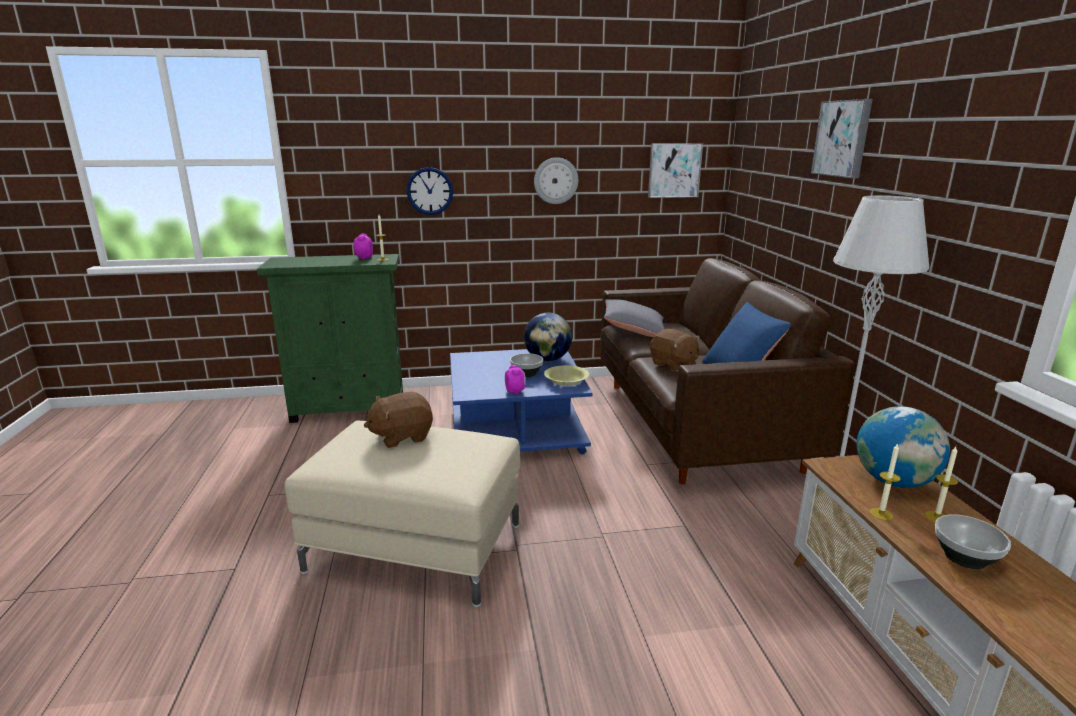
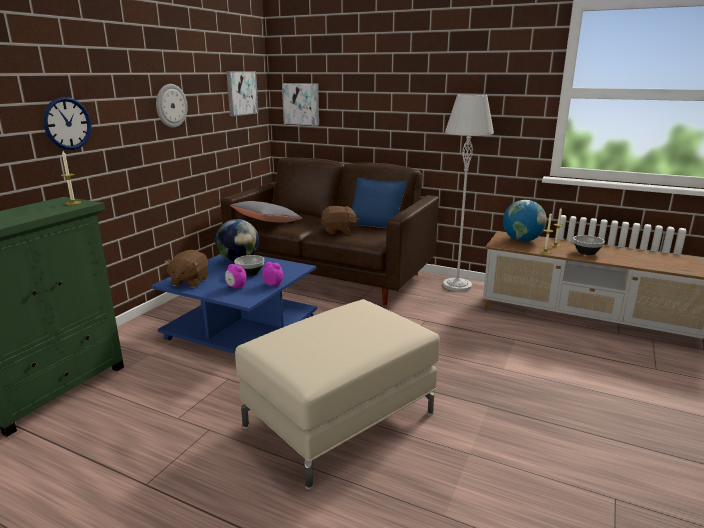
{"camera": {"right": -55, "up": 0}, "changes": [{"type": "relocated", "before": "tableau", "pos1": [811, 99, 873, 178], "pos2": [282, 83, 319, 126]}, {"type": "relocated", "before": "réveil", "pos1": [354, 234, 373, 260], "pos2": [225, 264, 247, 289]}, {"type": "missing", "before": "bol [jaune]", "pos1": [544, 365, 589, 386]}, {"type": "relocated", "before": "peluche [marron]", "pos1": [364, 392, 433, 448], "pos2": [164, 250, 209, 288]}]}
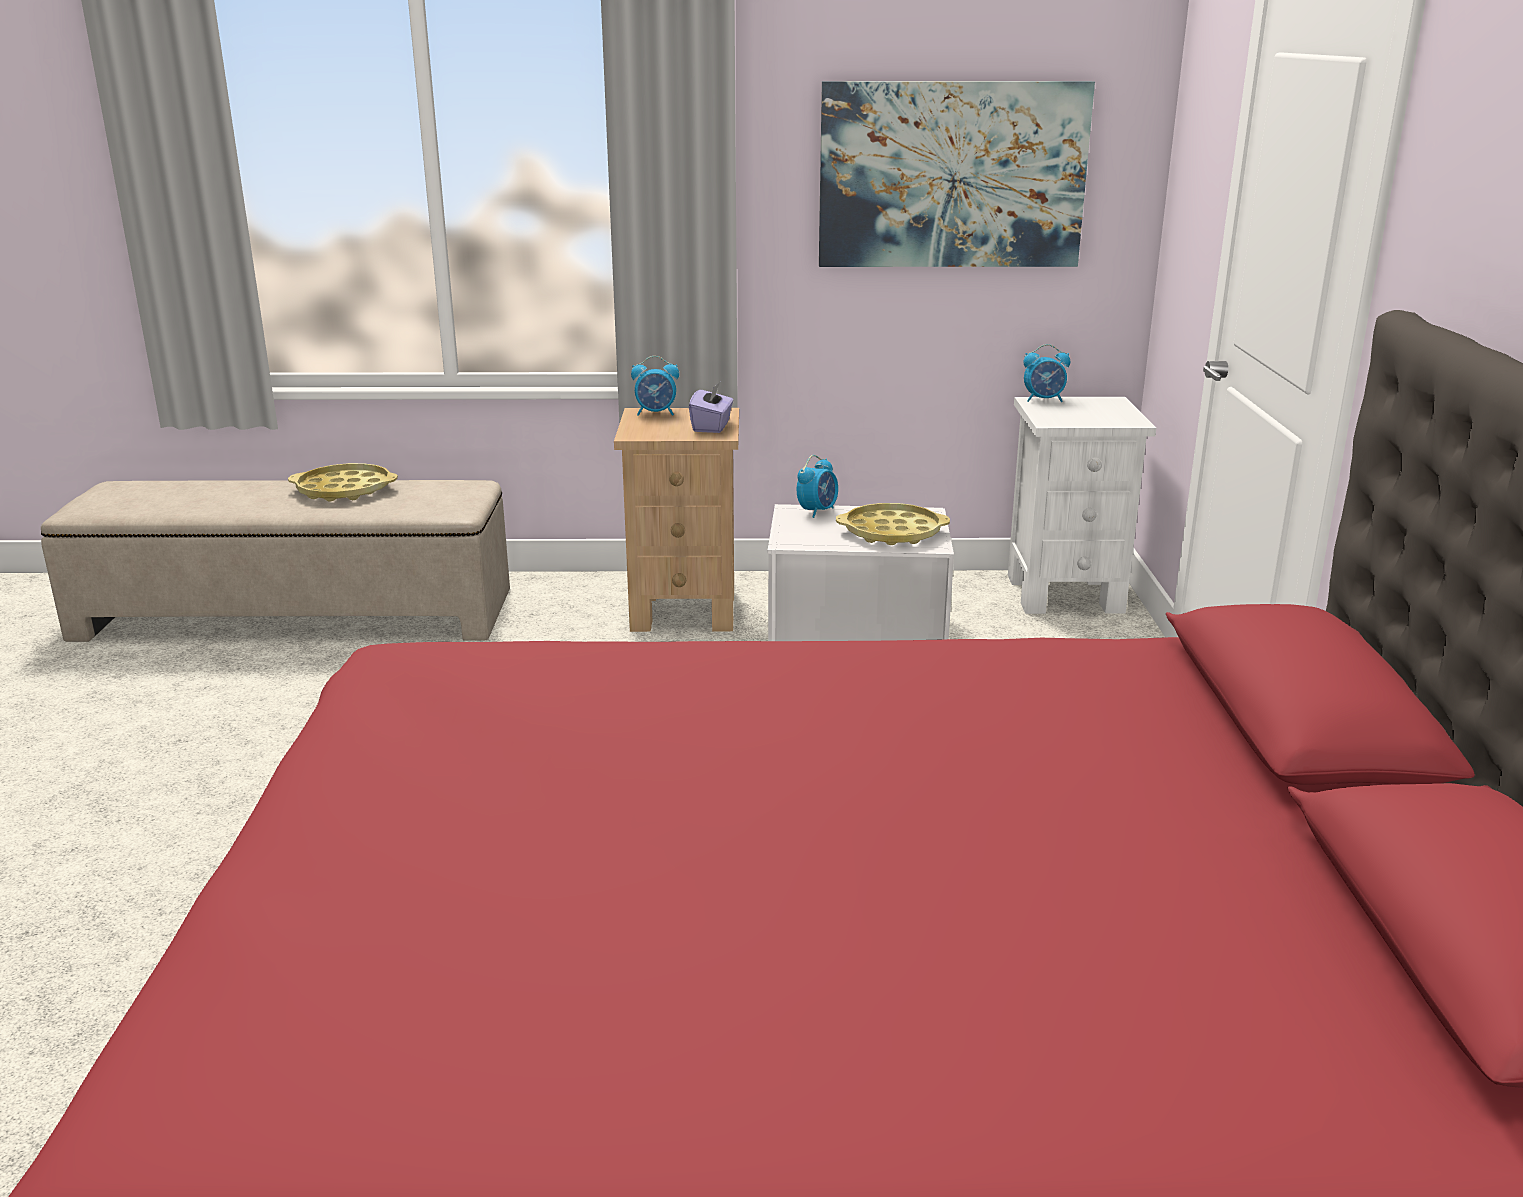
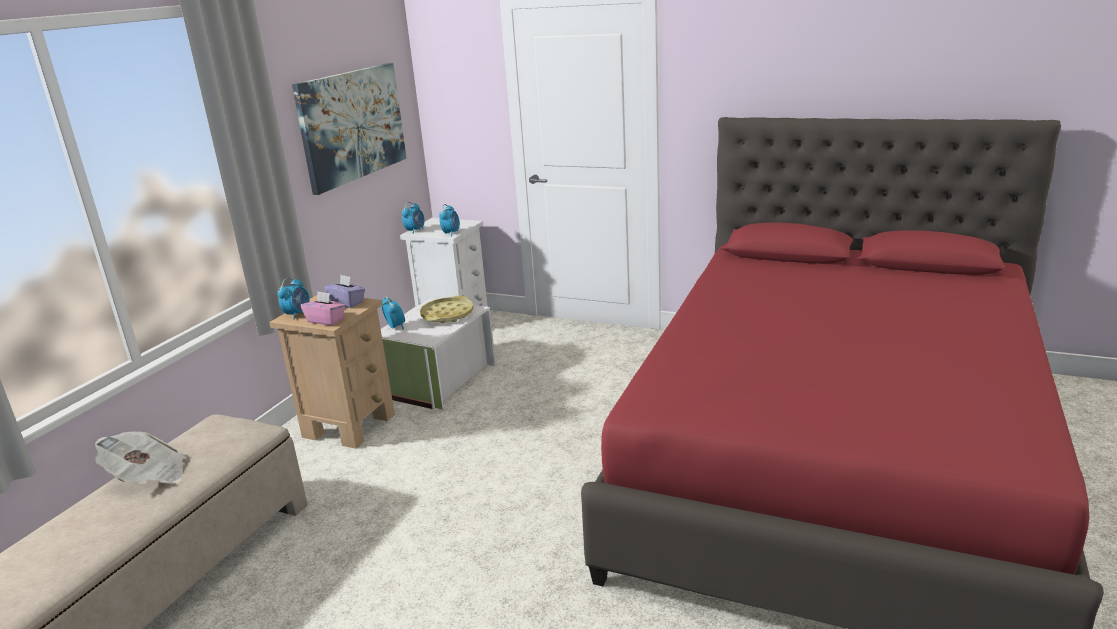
{"camera": {"right": -65, "up": 0}, "changes": [{"type": "exchanged", "before": "plateau [jaune]", "after": "journal", "pos1": [288, 463, 398, 501], "pos2": [95, 432, 185, 484]}, {"type": "appeared", "after": "réveil", "pos2": [439, 204, 460, 237]}, {"type": "appeared", "after": "boîte à mouchoirs [rose]", "pos2": [301, 291, 345, 326]}]}
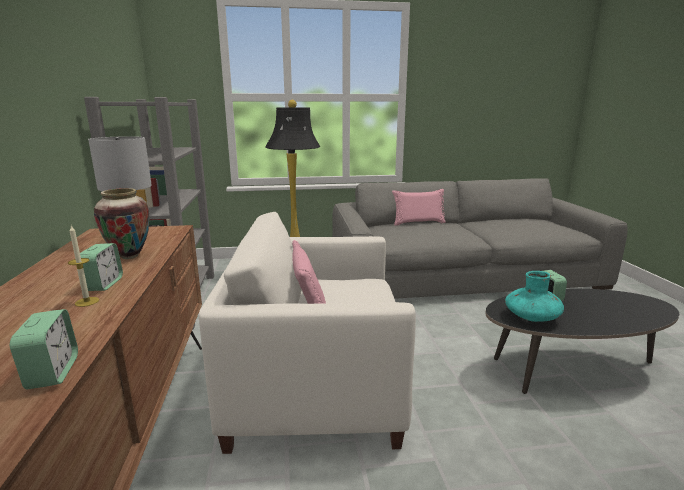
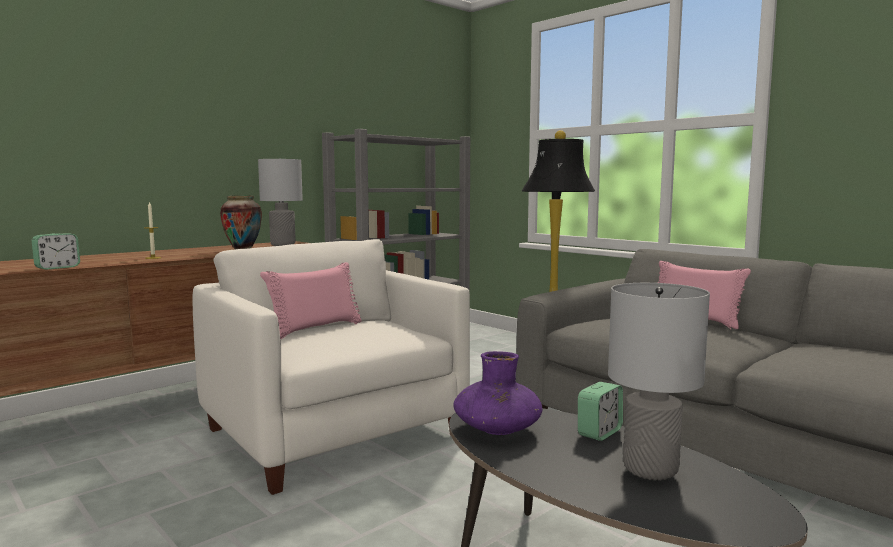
{"camera": {"right": 55, "up": -10}, "changes": [{"type": "missing", "before": "réveil", "pos1": [80, 243, 123, 291]}, {"type": "colour", "before": "vase [turquoise]", "after": "vase [violet]", "pos1": [505, 271, 564, 322], "pos2": [453, 351, 543, 435]}, {"type": "appeared", "after": "lampe de table [gris]", "pos2": [608, 283, 710, 481]}]}
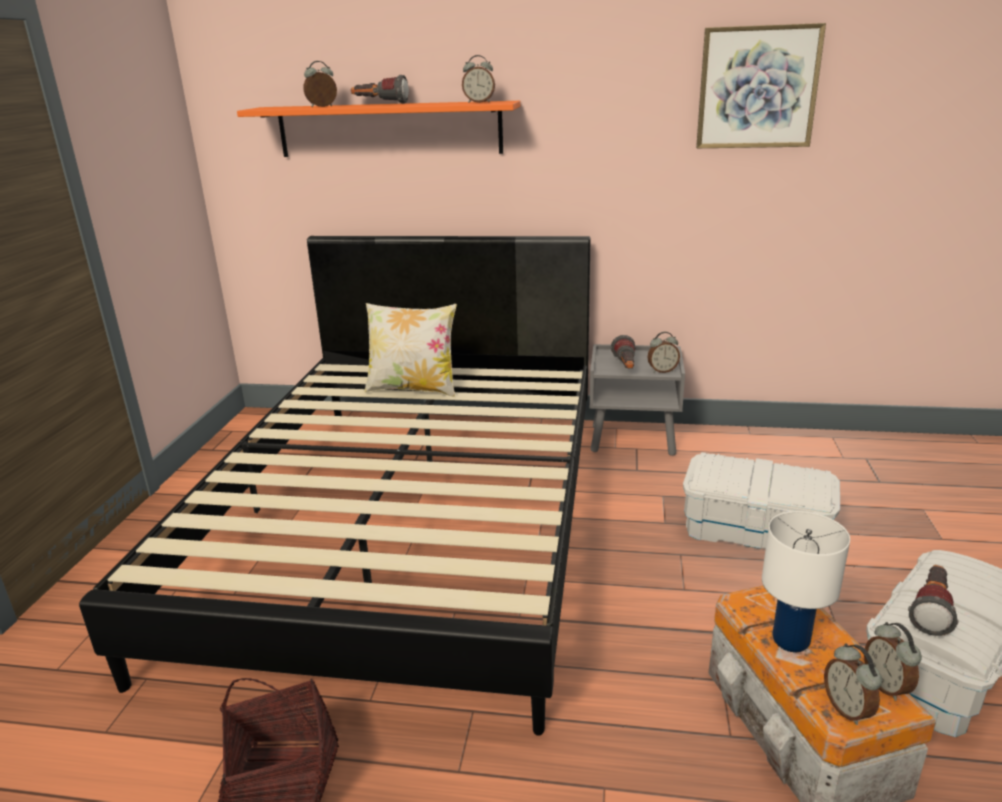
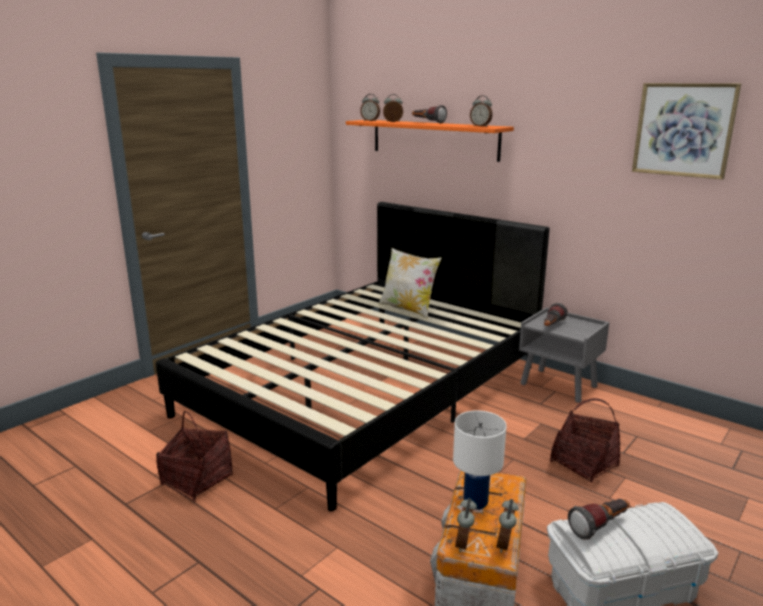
{"camera": {"right": 30, "up": -5}, "changes": [{"type": "relocated", "before": "réveil", "pos1": [647, 332, 680, 373], "pos2": [360, 94, 380, 121]}, {"type": "exchanged", "before": "boîte de rangement [blanc]", "after": "panier", "pos1": [683, 452, 840, 549], "pos2": [550, 398, 620, 483]}]}
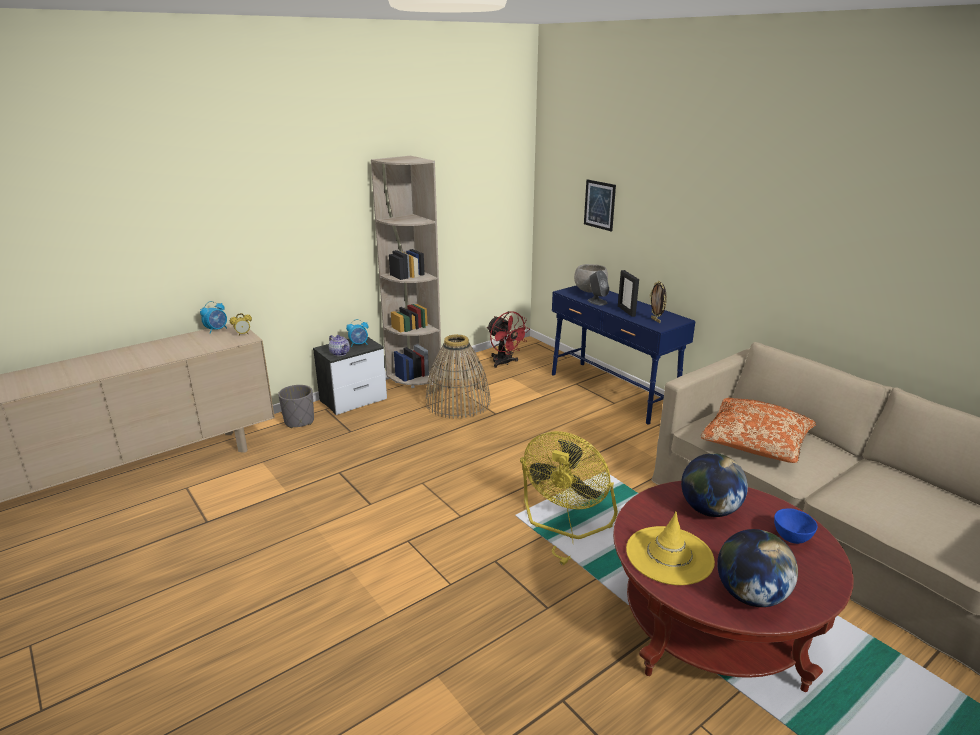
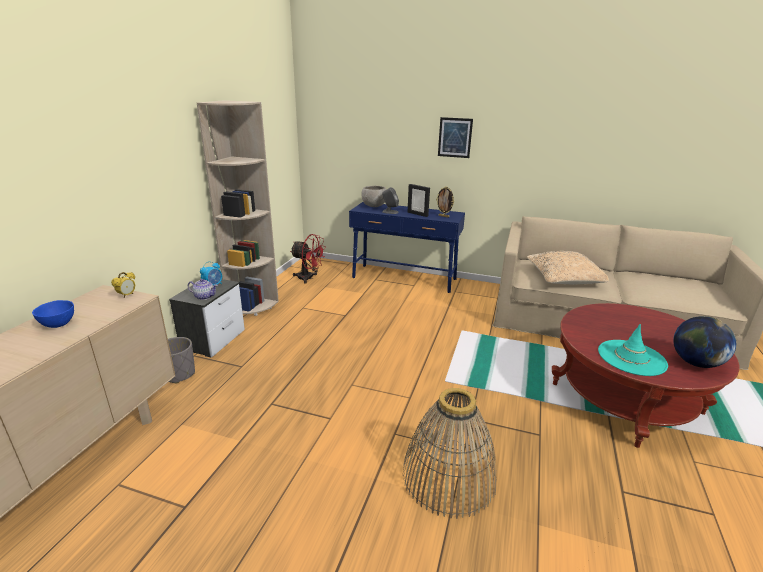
{"camera": {"right": -35, "up": 0}, "changes": [{"type": "relocated", "before": "tableau", "pos1": [584, 179, 616, 232], "pos2": [438, 117, 473, 158]}, {"type": "missing", "before": "réveil", "pos1": [200, 301, 227, 334]}, {"type": "relocated", "before": "panier", "pos1": [425, 334, 491, 419], "pos2": [402, 388, 497, 519]}, {"type": "colour", "before": "coussin [orange]", "after": "coussin [beige]", "pos1": [701, 398, 816, 463], "pos2": [527, 251, 609, 284]}, {"type": "missing", "before": "ventilateur [jaune]", "pos1": [520, 431, 618, 565]}, {"type": "missing", "before": "globe", "pos1": [681, 453, 748, 517]}, {"type": "relocated", "before": "bol [bleu]", "pos1": [774, 508, 818, 544], "pos2": [32, 300, 74, 328]}, {"type": "colour", "before": "chapeau [jaune]", "after": "chapeau [turquoise]", "pos1": [626, 512, 715, 585], "pos2": [598, 324, 668, 376]}]}
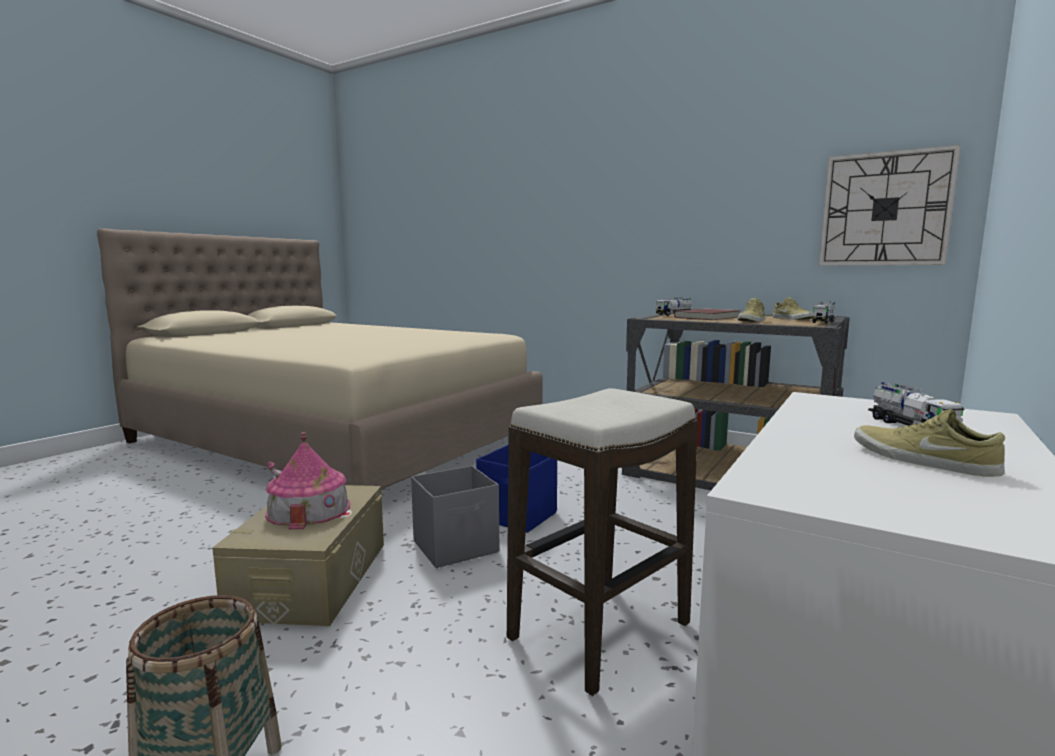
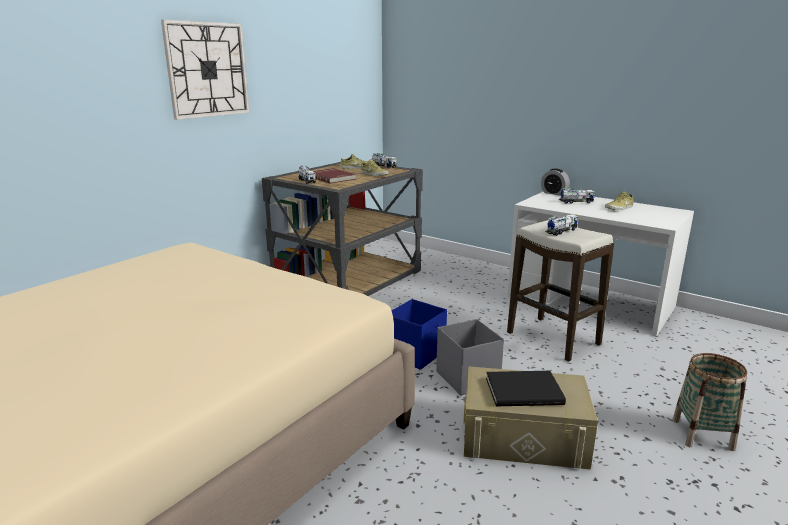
{"camera": {"right": -85, "up": 10}, "changes": [{"type": "relocated", "before": "horloge murale", "pos1": [819, 145, 960, 266], "pos2": [161, 20, 250, 120]}, {"type": "exchanged", "before": "maison miniature", "after": "livre [noir]", "pos1": [265, 432, 350, 530], "pos2": [486, 371, 566, 406]}, {"type": "appeared", "after": "réveil", "pos2": [541, 168, 570, 196]}, {"type": "appeared", "after": "camion jouet", "pos2": [545, 214, 578, 236]}]}
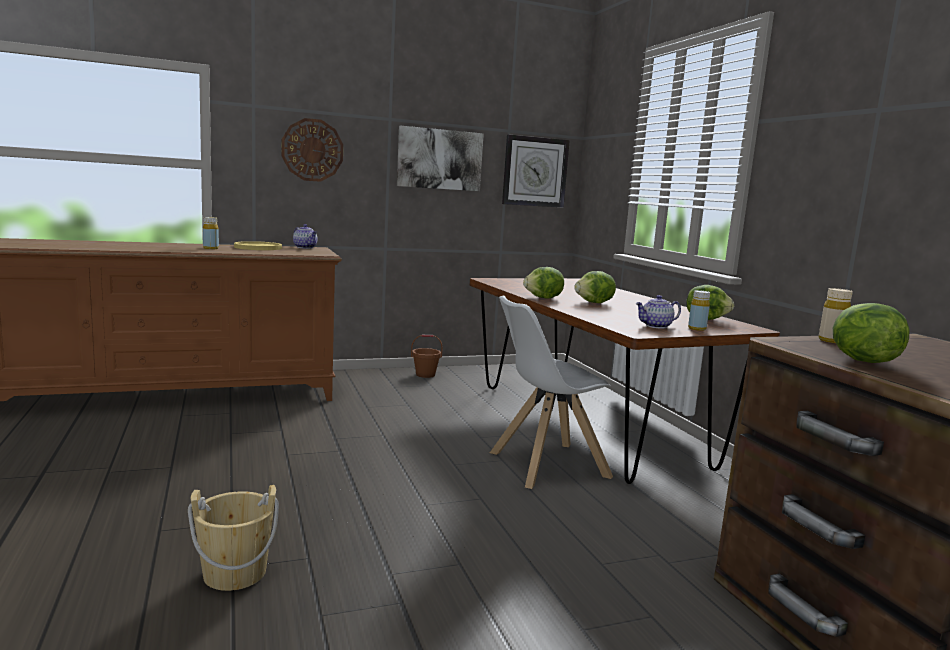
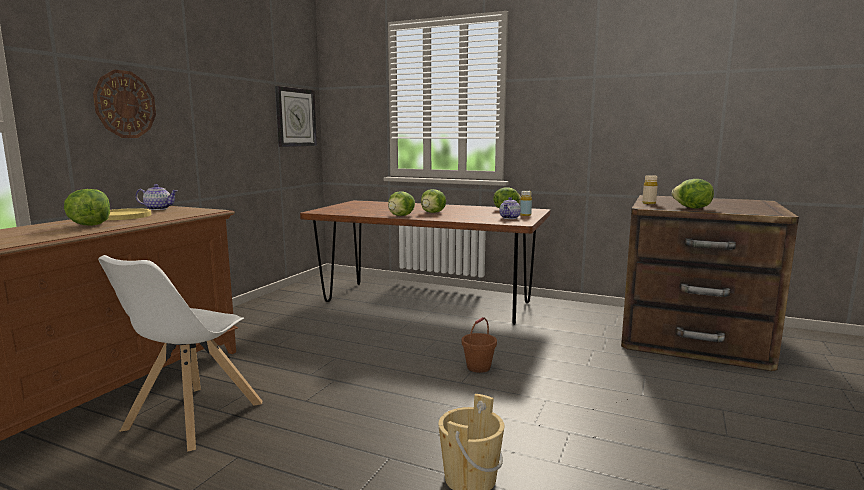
{"camera": {"right": -45, "up": 0}, "changes": [{"type": "missing", "before": "tableau", "pos1": [397, 126, 484, 191]}, {"type": "exchanged", "before": "bouteille [jaune]", "after": "laitue", "pos1": [203, 217, 219, 249], "pos2": [64, 189, 110, 226]}, {"type": "relocated", "before": "chaise", "pos1": [490, 295, 613, 489], "pos2": [98, 255, 262, 452]}, {"type": "relocated", "before": "seau [marron]", "pos1": [411, 335, 443, 378], "pos2": [461, 317, 497, 373]}]}
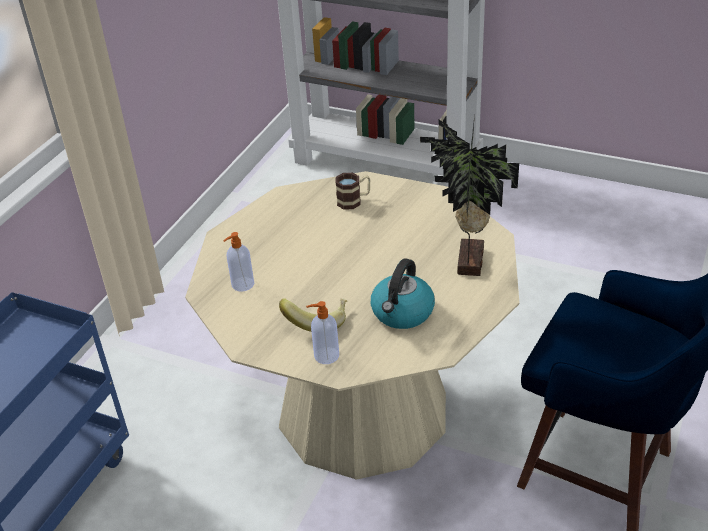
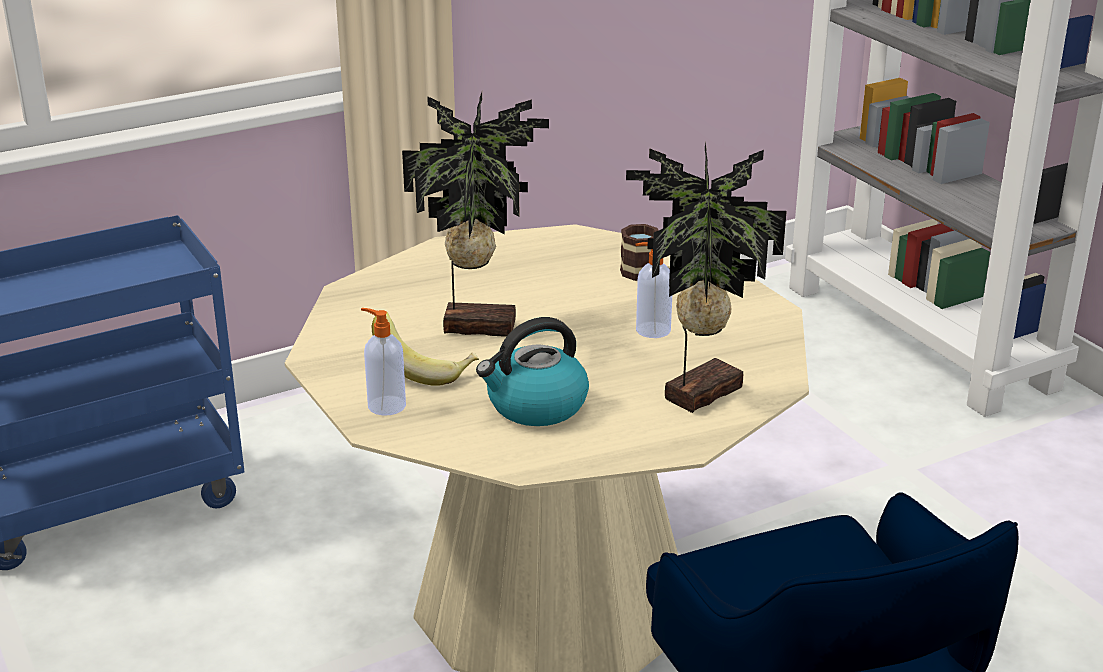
{"camera": {"right": 35, "up": -10}, "changes": [{"type": "relocated", "before": "distributeur de savon", "pos1": [223, 232, 254, 292], "pos2": [635, 242, 672, 338]}, {"type": "appeared", "after": "plante en pot", "pos2": [402, 92, 549, 337]}]}
